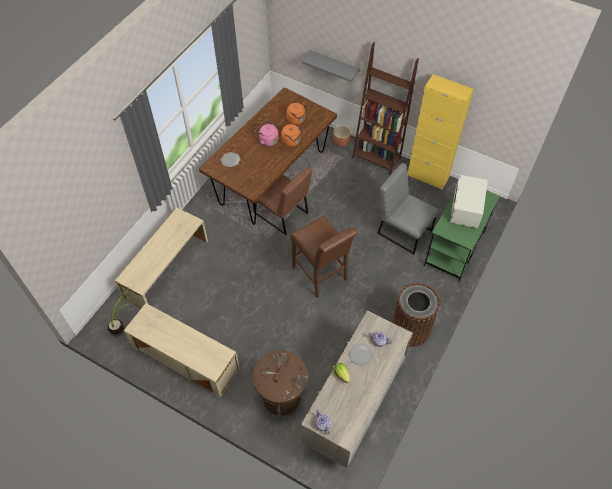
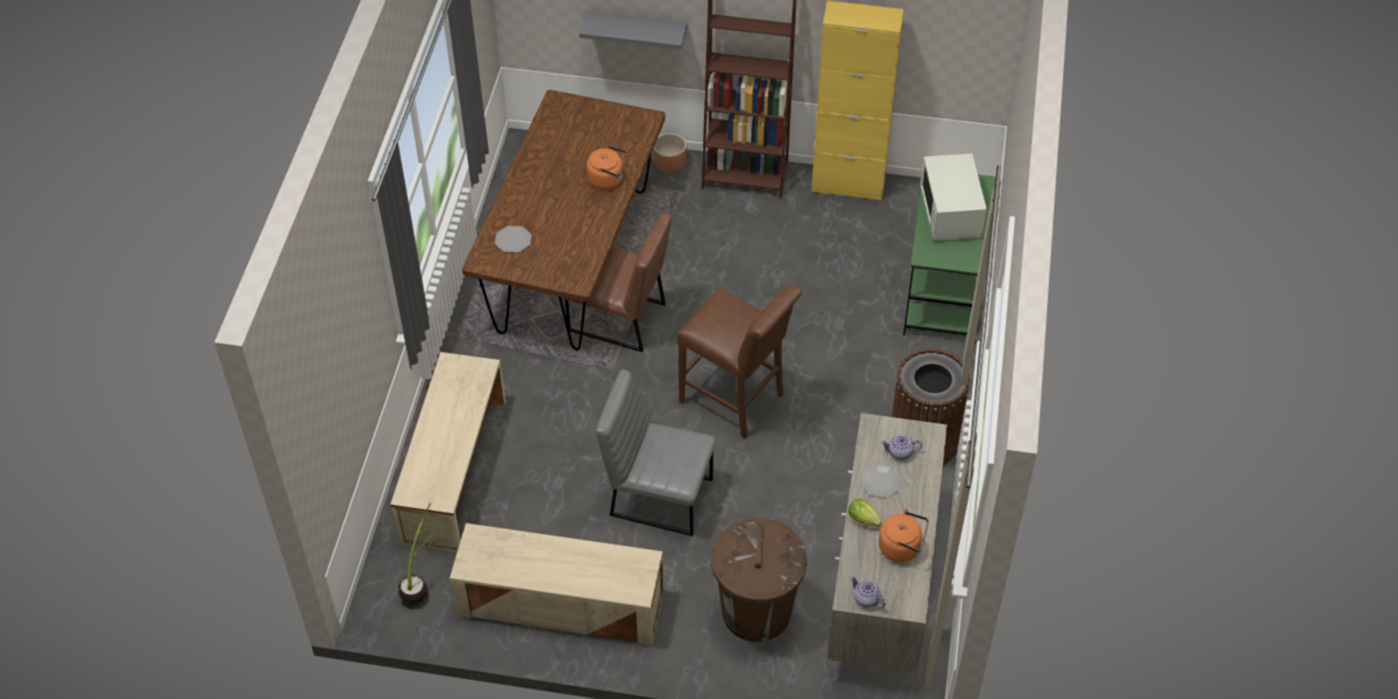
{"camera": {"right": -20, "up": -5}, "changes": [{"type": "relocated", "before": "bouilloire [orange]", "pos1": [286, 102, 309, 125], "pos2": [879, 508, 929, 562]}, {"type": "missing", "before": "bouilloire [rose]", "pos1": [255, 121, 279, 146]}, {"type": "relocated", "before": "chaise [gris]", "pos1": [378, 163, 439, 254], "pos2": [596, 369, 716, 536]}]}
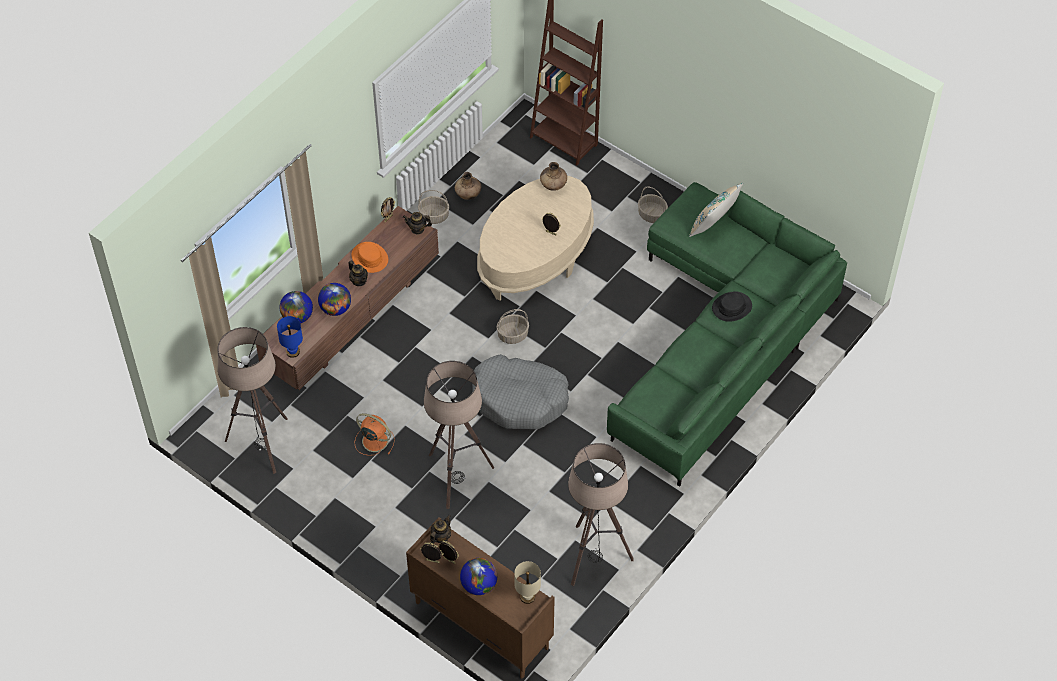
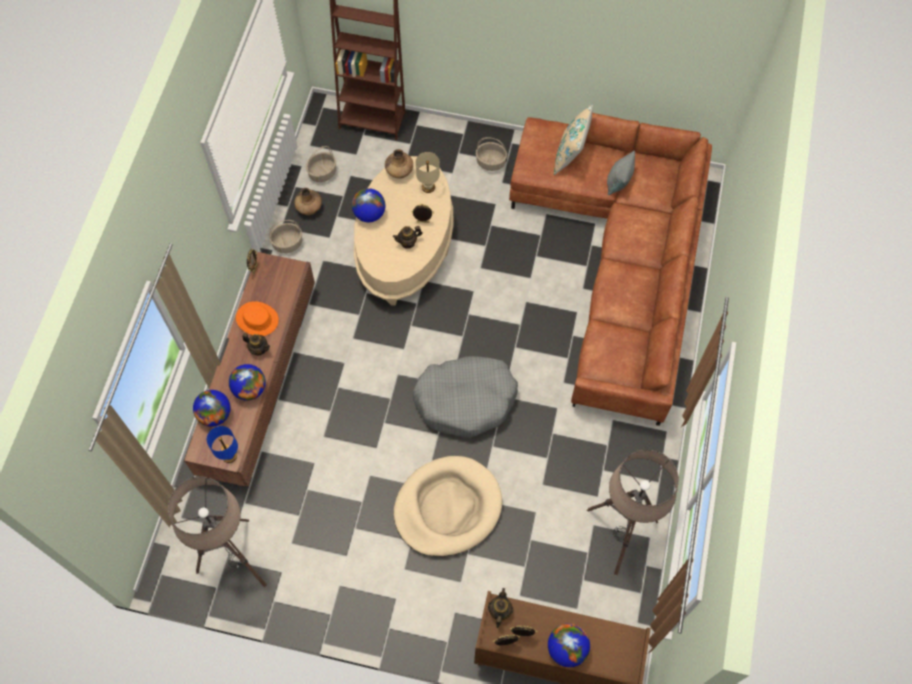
{"camera": {"right": -25, "up": 10}, "changes": [{"type": "colour", "before": "canapé [vert]", "after": "canapé [marron]", "pos1": [607, 182, 847, 487], "pos2": [509, 113, 712, 426]}, {"type": "relocated", "before": "théière", "pos1": [403, 212, 432, 234], "pos2": [393, 226, 423, 249]}, {"type": "missing", "before": "chapeau [noir]", "pos1": [712, 292, 752, 322]}, {"type": "relocated", "before": "panier", "pos1": [496, 309, 529, 344], "pos2": [306, 146, 336, 182]}, {"type": "exchanged", "before": "lampadaire", "after": "panier pour chien [beige]", "pos1": [424, 361, 494, 509], "pos2": [394, 456, 502, 557]}, {"type": "missing", "before": "ventilateur [orange]", "pos1": [355, 413, 395, 456]}, {"type": "relocated", "before": "lampe de table [beige]", "pos1": [514, 561, 541, 604], "pos2": [416, 152, 440, 193]}, {"type": "appeared", "after": "coussin [gris]", "pos2": [607, 150, 635, 195]}, {"type": "appeared", "after": "globe", "pos2": [352, 188, 385, 222]}]}
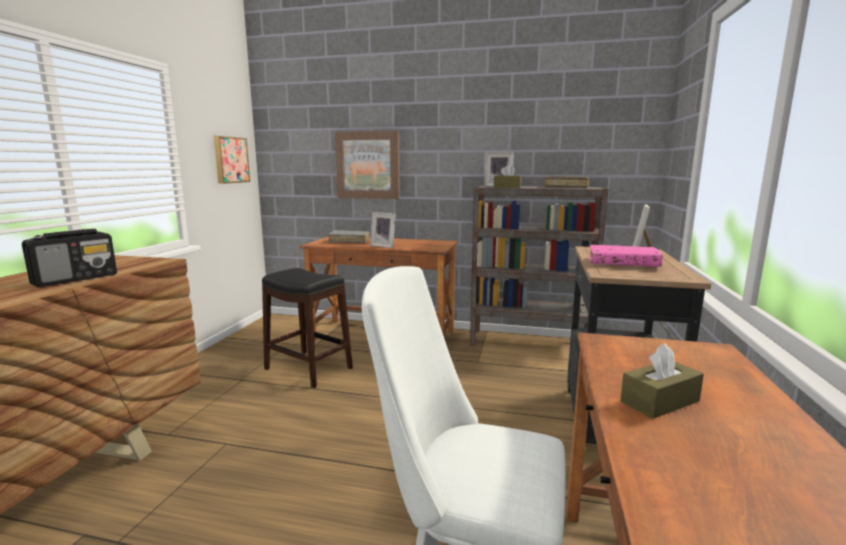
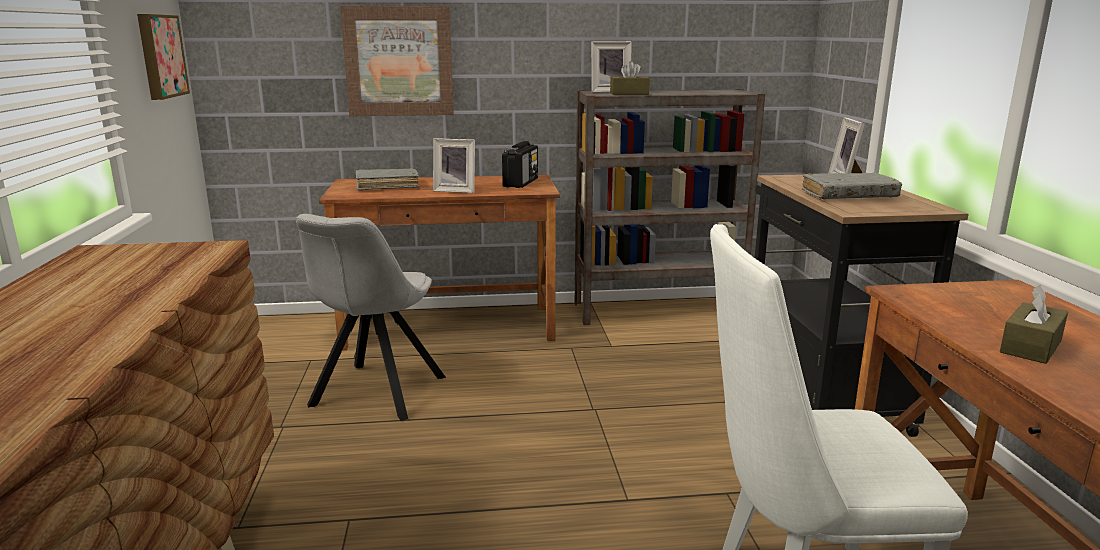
{"camera": {"right": -20, "up": 5}, "changes": [{"type": "missing", "before": "livre [marron]", "pos1": [544, 176, 590, 188]}, {"type": "relocated", "before": "radio", "pos1": [22, 229, 117, 287], "pos2": [502, 141, 538, 188]}, {"type": "colour", "before": "livre [rose]", "after": "livre [gris]", "pos1": [589, 244, 663, 267], "pos2": [802, 172, 902, 199]}, {"type": "exchanged", "before": "tabouret [noir]", "after": "chaise [gris]", "pos1": [262, 268, 353, 388], "pos2": [296, 214, 446, 421]}]}
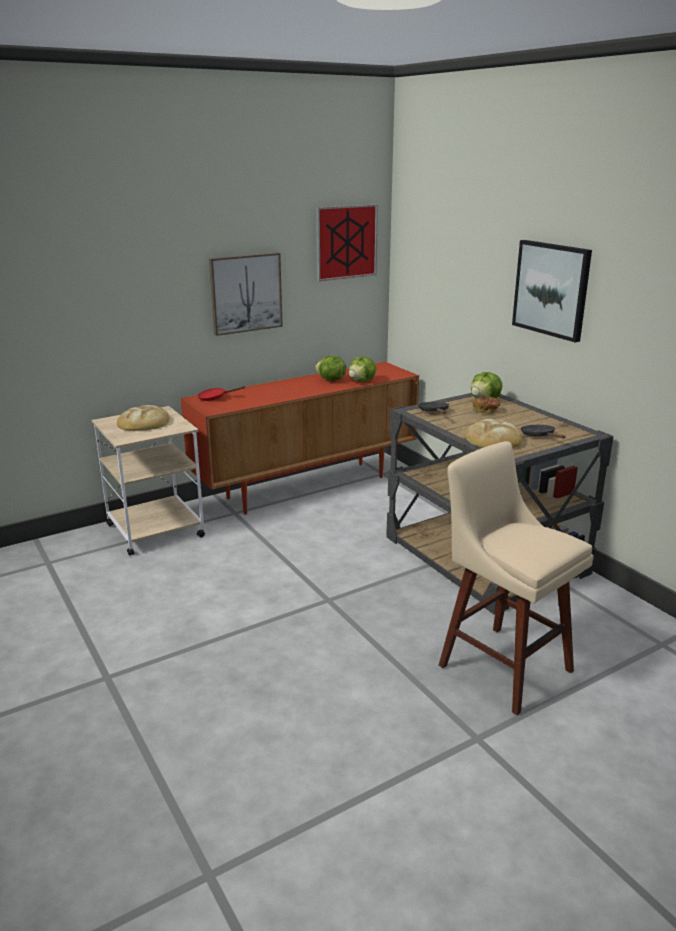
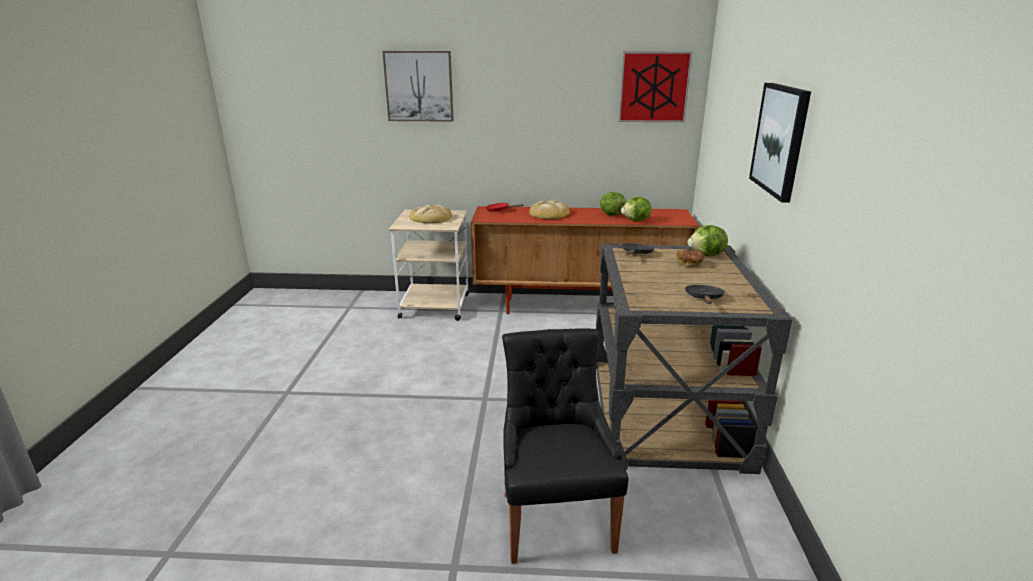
{"camera": {"right": 35, "up": 0}, "changes": [{"type": "relocated", "before": "tableau", "pos1": [209, 252, 283, 336], "pos2": [382, 51, 454, 122]}, {"type": "relocated", "before": "pain", "pos1": [465, 419, 522, 448], "pos2": [529, 200, 570, 219]}, {"type": "exchanged", "before": "tabouret [beige]", "after": "chaise [noir]", "pos1": [439, 441, 594, 715], "pos2": [502, 329, 628, 564]}]}
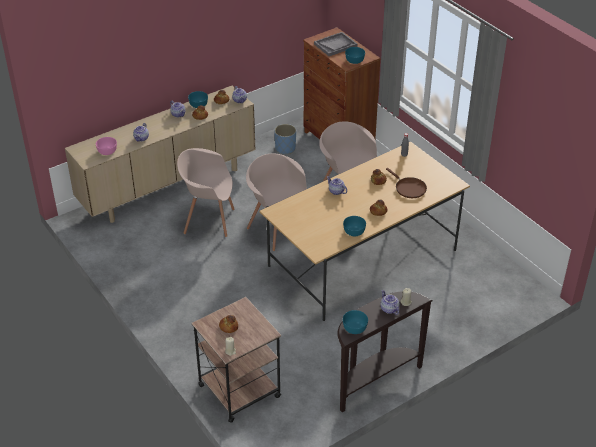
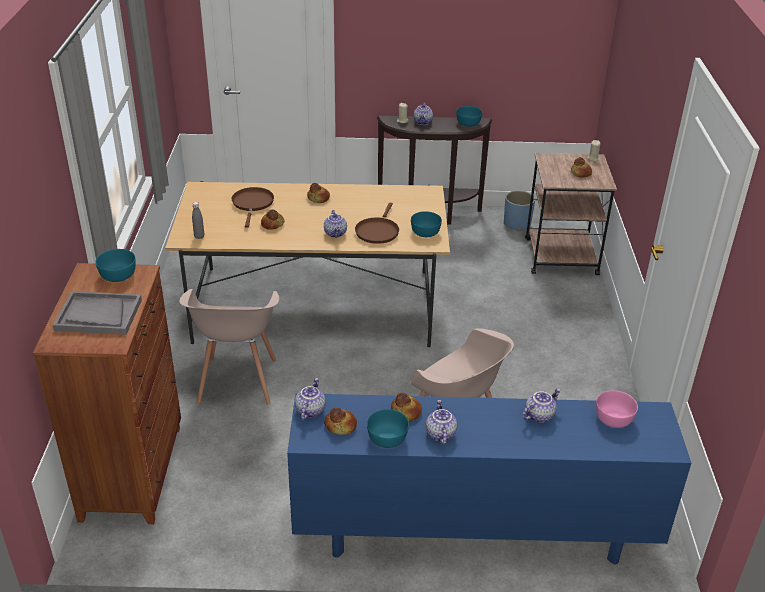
{"camera": {"right": -145, "up": -5}, "changes": [{"type": "colour", "before": "meuble de rangement [beige]", "after": "meuble de rangement [bleu]", "pos1": [65, 86, 255, 223], "pos2": [287, 393, 691, 565]}, {"type": "relocated", "before": "cache-pot [bleu]", "pos1": [274, 124, 296, 154], "pos2": [504, 191, 535, 231]}, {"type": "missing", "before": "chaise [beige]", "pos1": [246, 154, 307, 251]}, {"type": "relocated", "before": "bol [turquoise]", "pos1": [343, 216, 366, 236], "pos2": [411, 211, 442, 237]}, {"type": "appeared", "after": "poêle [marron]", "pos2": [355, 203, 399, 244]}]}
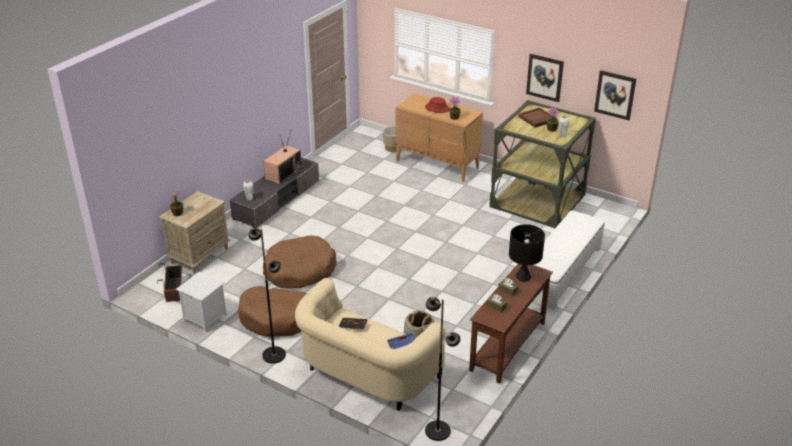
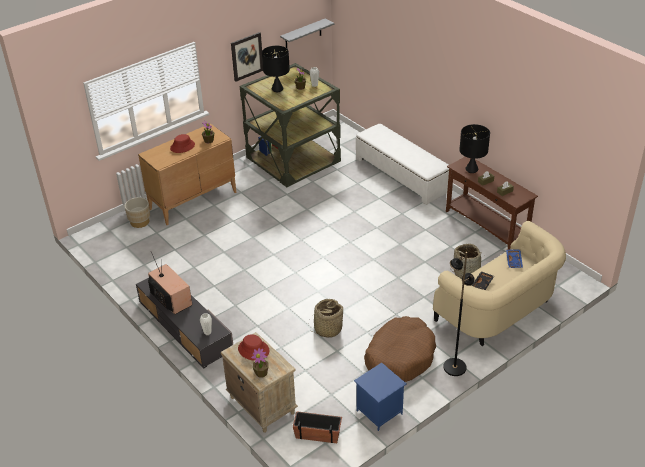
{"camera": {"right": -70, "up": 5}, "changes": [{"type": "exchanged", "before": "tableau", "after": "étagère [gris]", "pos1": [594, 70, 636, 120], "pos2": [280, 18, 334, 48]}, {"type": "exchanged", "before": "plateau [marron]", "after": "lampe de table [noir]", "pos1": [518, 107, 557, 128], "pos2": [262, 46, 290, 92]}, {"type": "exchanged", "before": "panier pour chien [marron]", "after": "panier", "pos1": [263, 235, 337, 288], "pos2": [310, 299, 344, 338]}, {"type": "colour", "before": "table de chevet [gris]", "after": "table de chevet [bleu]", "pos1": [176, 272, 227, 332], "pos2": [354, 363, 407, 431]}, {"type": "missing", "before": "lampadaire [noir]", "pos1": [425, 297, 461, 441]}, {"type": "appeared", "after": "chapeau [rouge]", "pos2": [238, 334, 270, 361]}]}
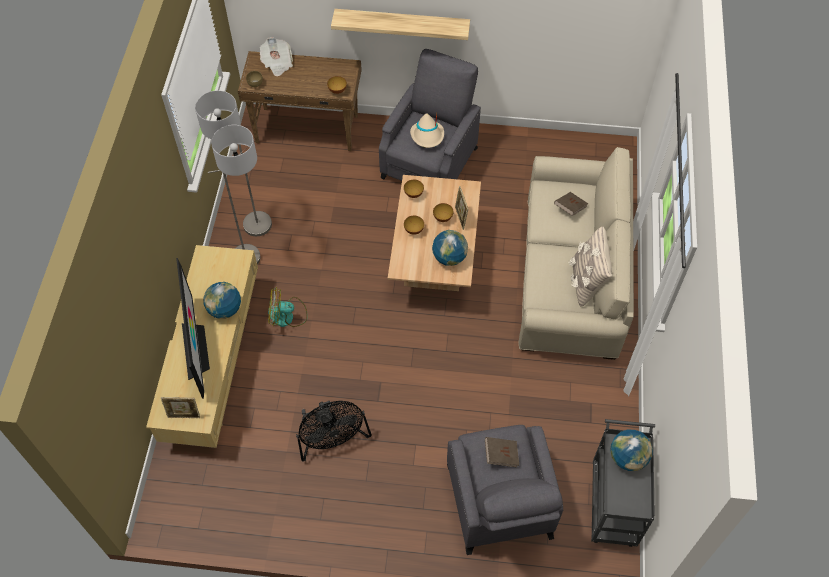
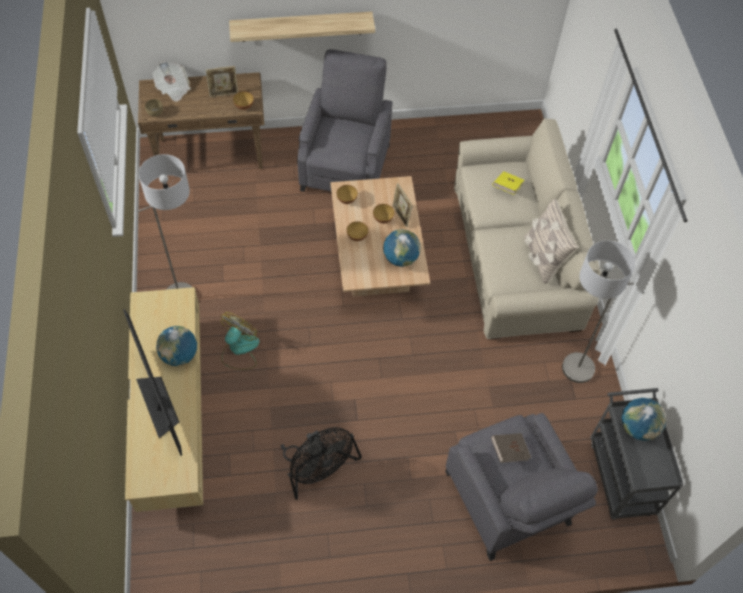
{"camera": {"right": -15, "up": 0}, "changes": [{"type": "relocated", "before": "lampadaire [gris]", "pos1": [195, 91, 272, 236], "pos2": [562, 241, 635, 383]}, {"type": "missing", "before": "chapeau [beige]", "pos1": [410, 113, 444, 148]}, {"type": "colour", "before": "livre [marron]", "after": "livre [jaune]", "pos1": [554, 192, 589, 216], "pos2": [493, 172, 524, 195]}, {"type": "spun", "before": "ventilateur", "pos1": [268, 287, 308, 327], "pos2": [220, 312, 259, 370], "turn": 135}, {"type": "relocated", "before": "cadre photo", "pos1": [161, 397, 200, 418], "pos2": [206, 66, 238, 97]}]}
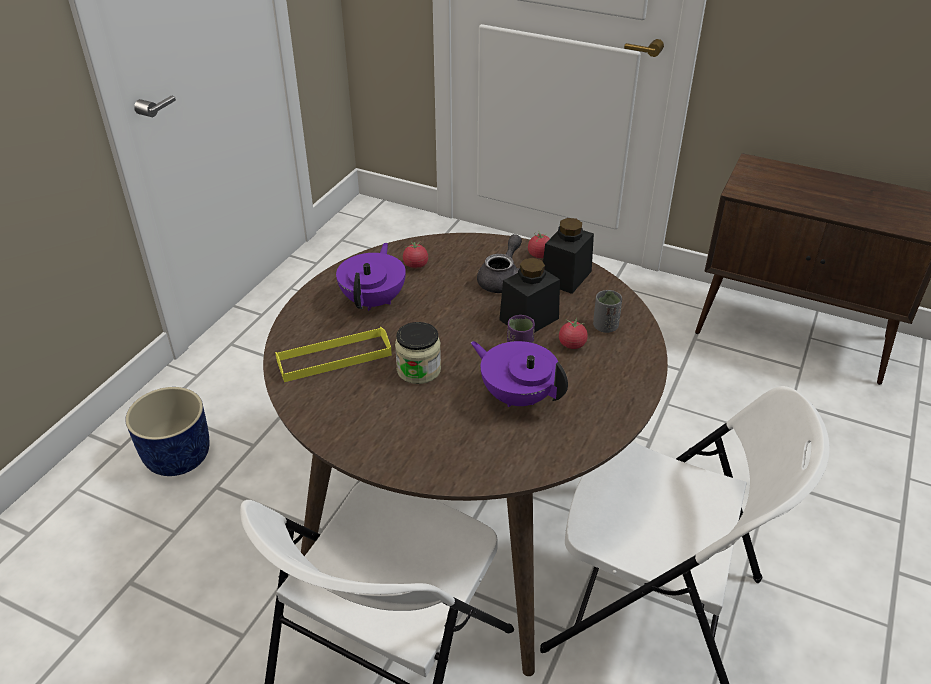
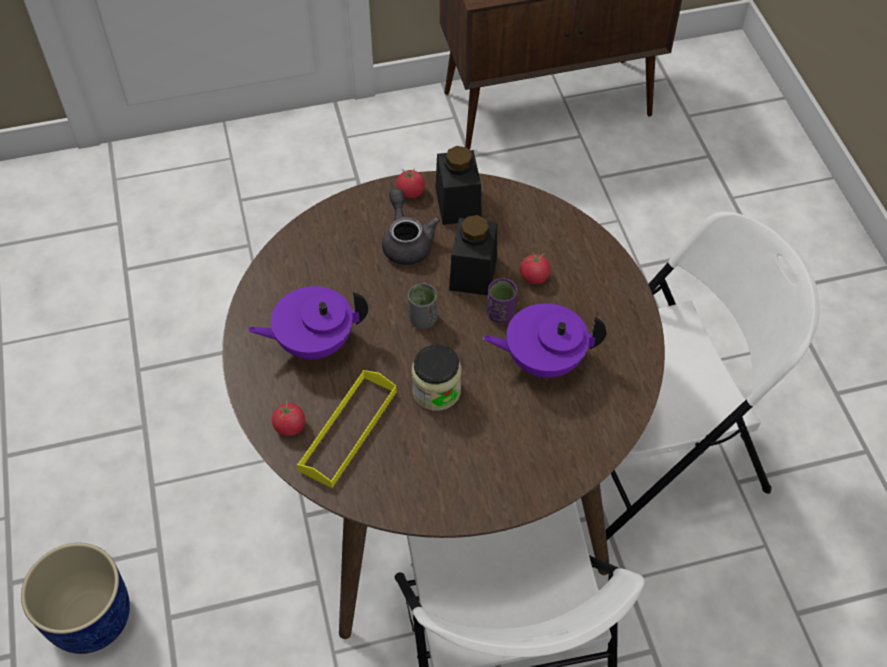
{"camera": {"right": -40, "up": 15}, "changes": [{"type": "relocated", "before": "tomate", "pos1": [403, 240, 428, 268], "pos2": [272, 400, 305, 436]}, {"type": "spun", "before": "théière [violet]", "pos1": [336, 243, 406, 311], "pos2": [248, 286, 368, 359], "turn": -75}, {"type": "relocated", "before": "tasse [gris]", "pos1": [593, 290, 622, 333], "pos2": [408, 283, 438, 329]}]}
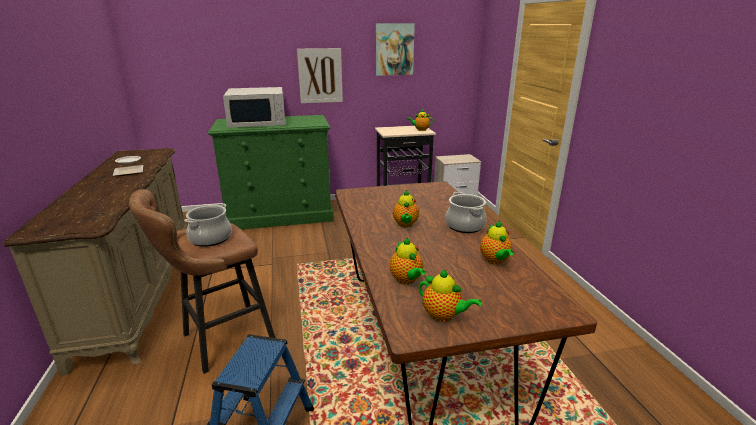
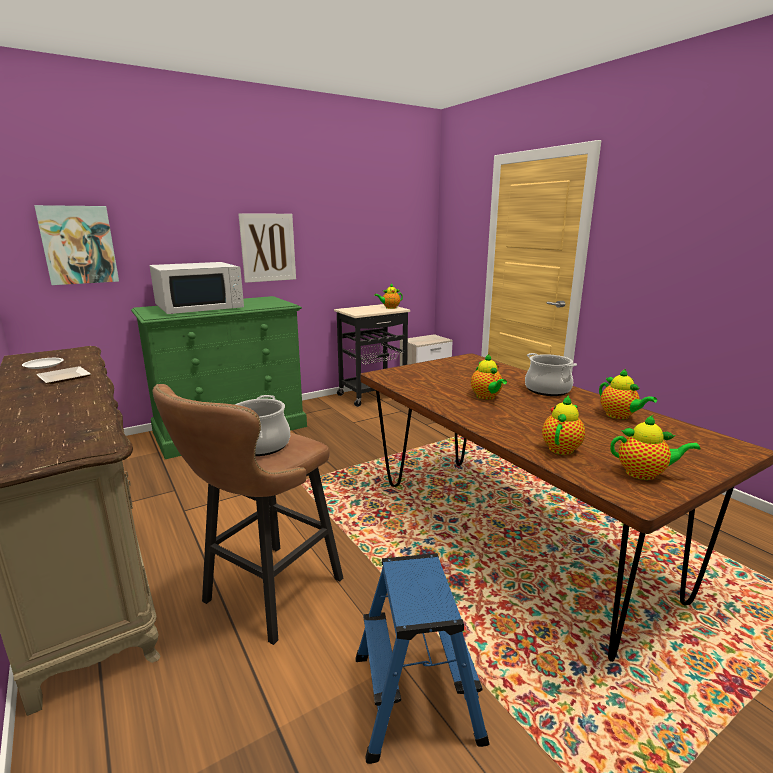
{"camera": {"right": -20, "up": -5}, "changes": [{"type": "relocated", "before": "tableau", "pos1": [375, 23, 415, 76], "pos2": [34, 205, 119, 285]}, {"type": "spun", "before": "théière", "pos1": [390, 238, 426, 285], "pos2": [542, 395, 585, 455], "turn": -105}]}
